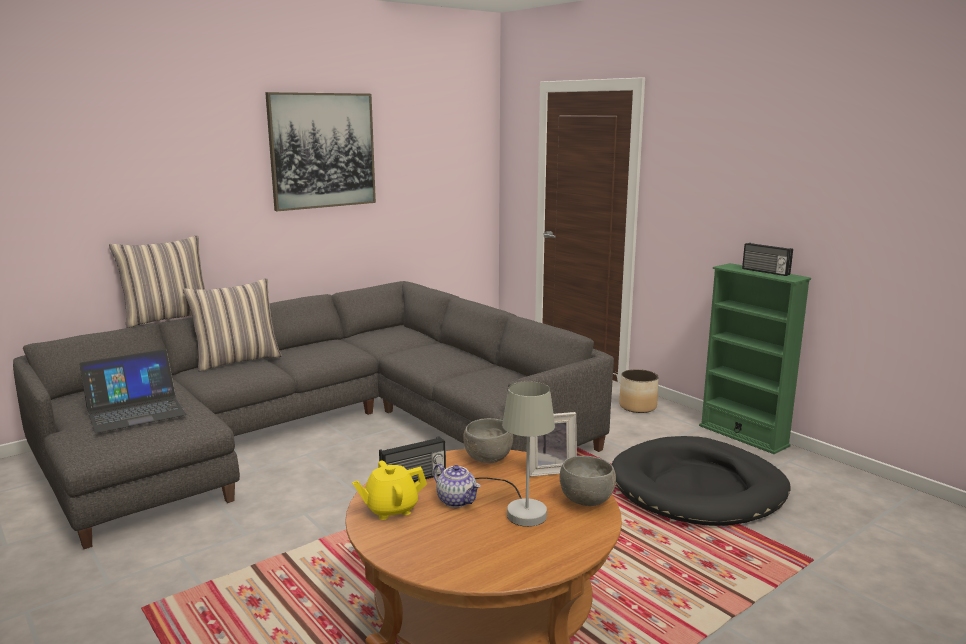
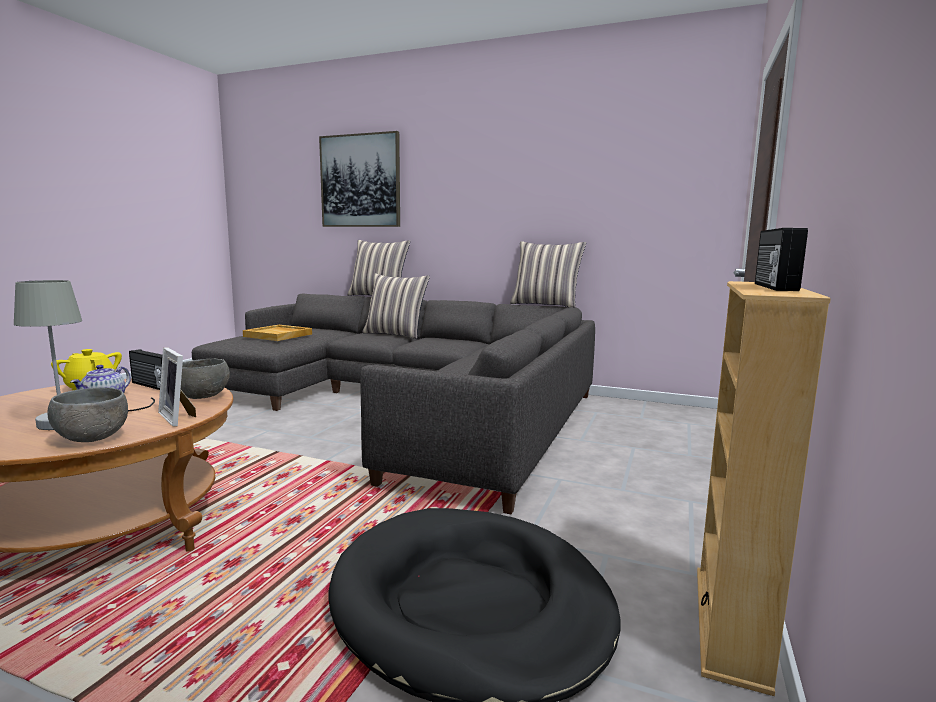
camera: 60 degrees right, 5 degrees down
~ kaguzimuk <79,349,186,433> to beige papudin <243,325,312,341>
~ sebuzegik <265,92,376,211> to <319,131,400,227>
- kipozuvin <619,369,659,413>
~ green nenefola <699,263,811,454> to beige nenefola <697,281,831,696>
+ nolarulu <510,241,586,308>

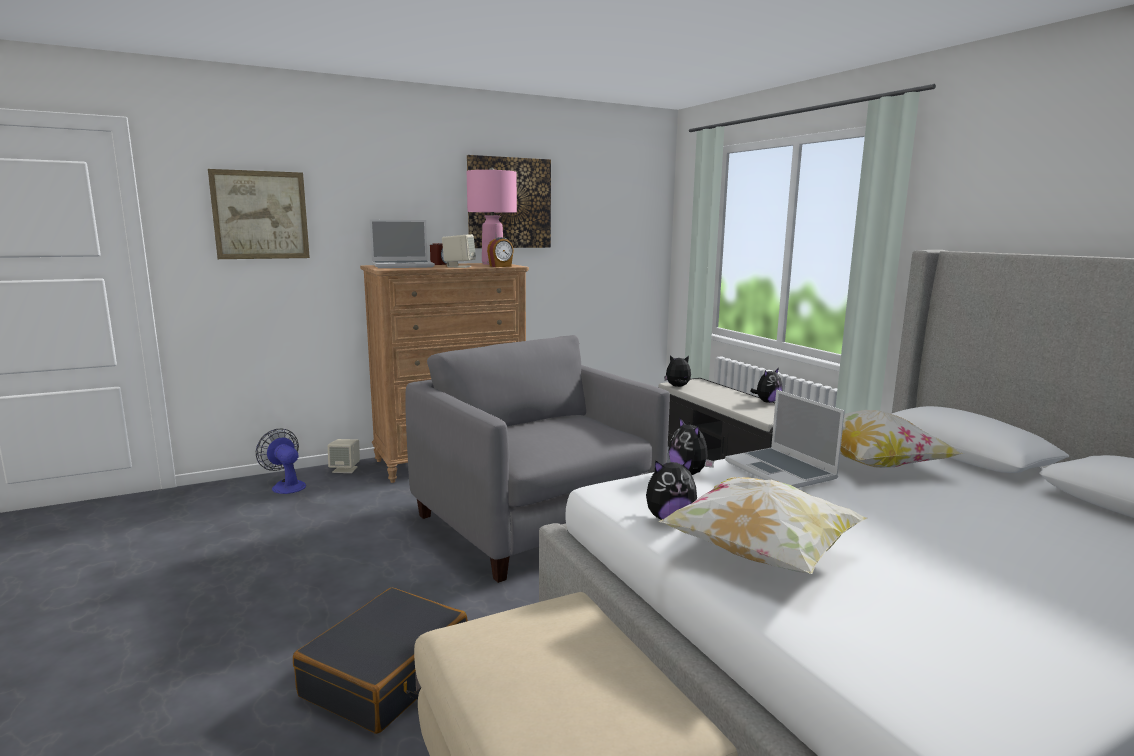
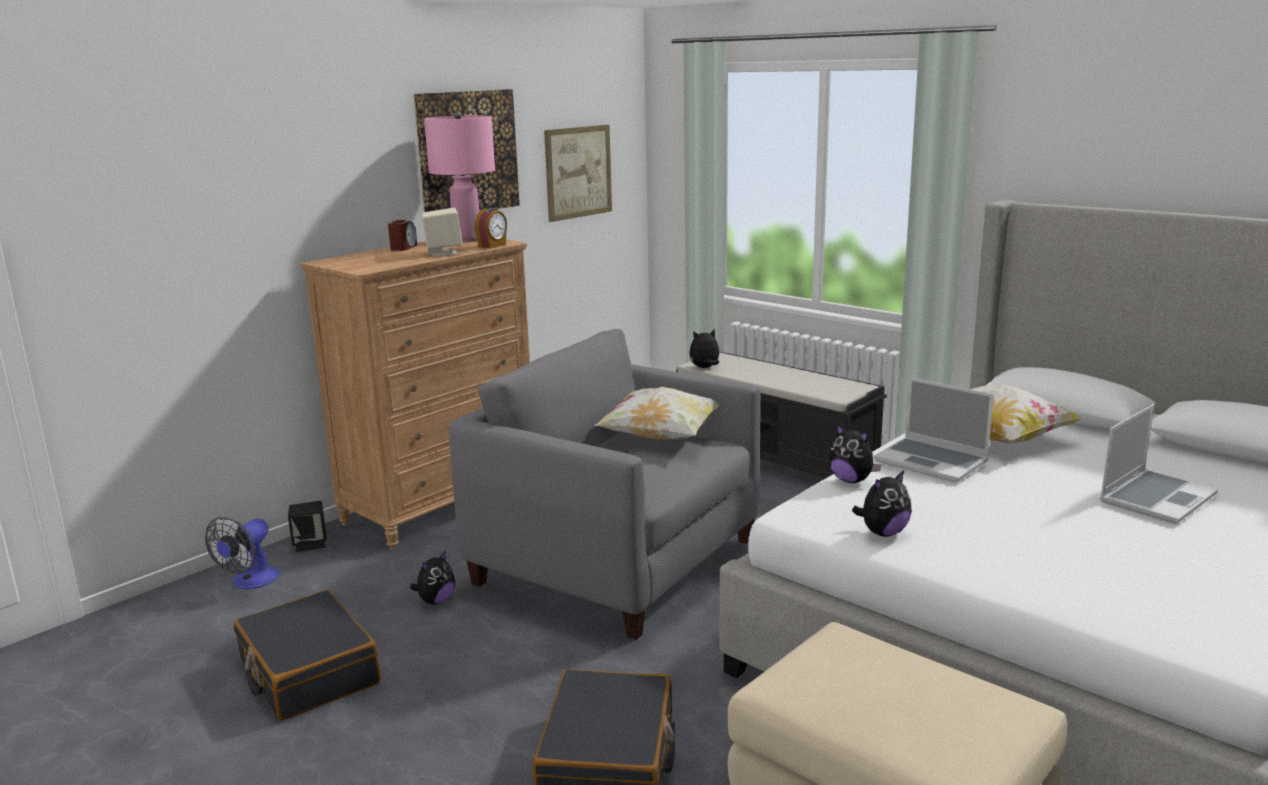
camera: 20 degrees left, 5 degrees up
~ sebuzegik <208,169,310,259> to <544,125,612,222>
~ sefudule <256,429,306,494> = <205,517,280,589> 90 degrees counterclockwise
~ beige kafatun <328,439,360,473> to black kafatun <288,501,327,552>
~ kaguzimuk <370,220,435,268> to <1100,404,1218,524>
~ nolarulu <658,477,867,574> to <595,387,719,440>
~ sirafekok <750,368,783,403> to <410,551,455,605>
+ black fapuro <234,590,380,721>

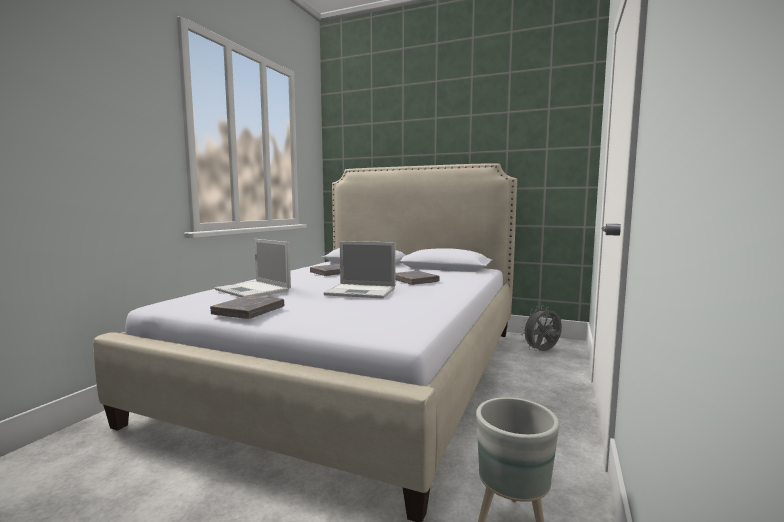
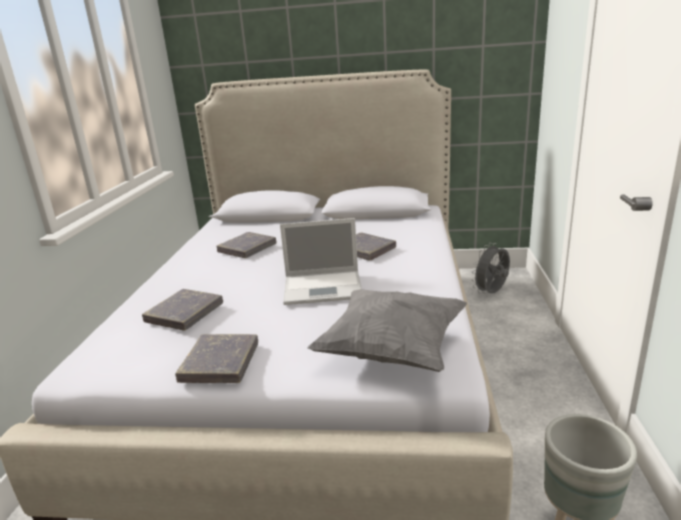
camera: 15 degrees left, 15 degrees up
~ kaguzimuk <215,239,291,297> to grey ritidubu <142,289,223,330>
+ grey nolarulu <307,289,467,372>

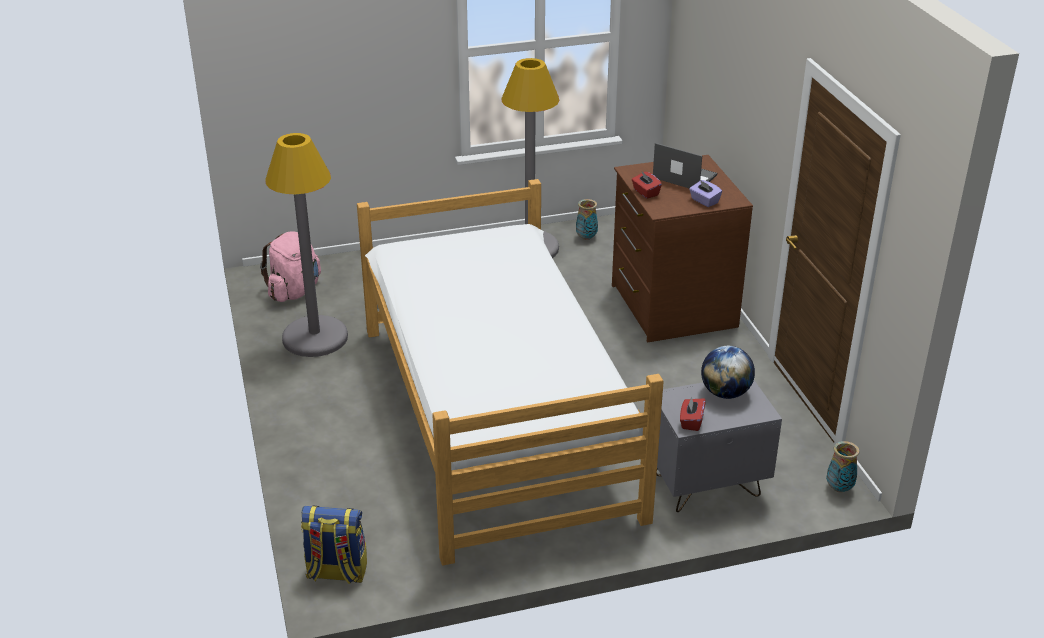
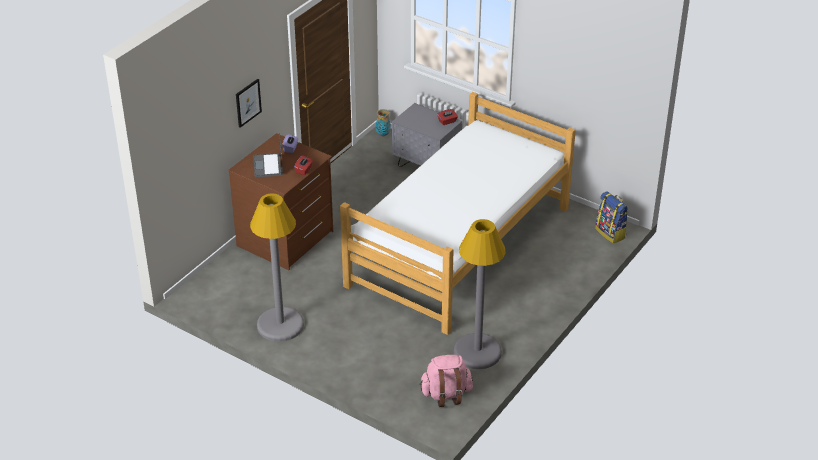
camera: 130 degrees left, 5 degrees up
- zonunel <576,199,598,240>
- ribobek <701,346,755,399>
+ sebuzegik <236,79,262,128>

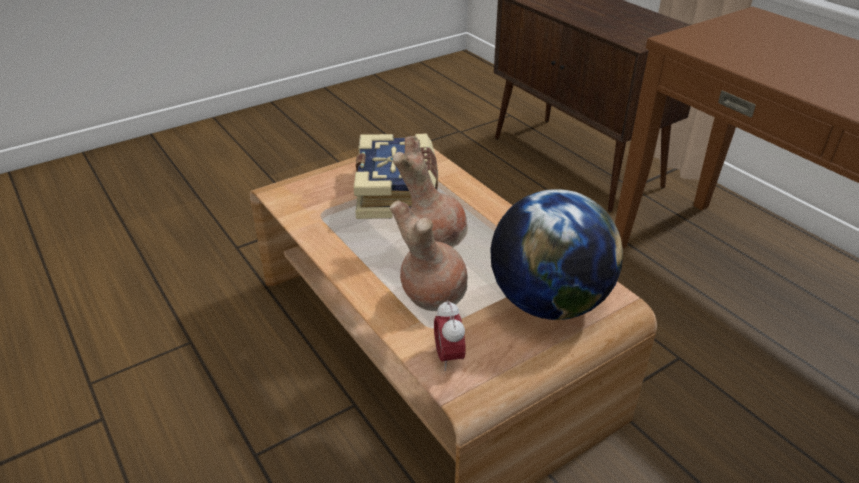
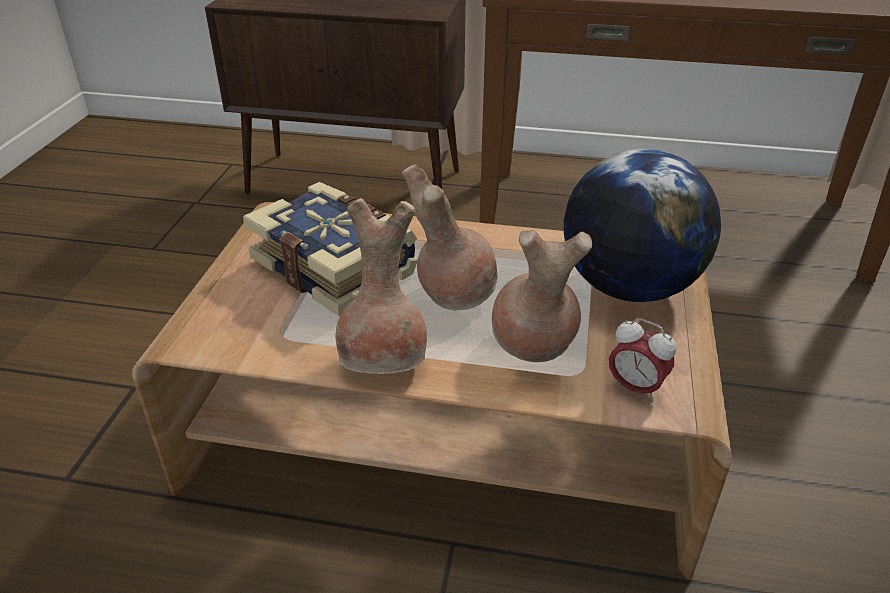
camera: 45 degrees left, 0 degrees up
+ brown zonunel <335,198,427,374>

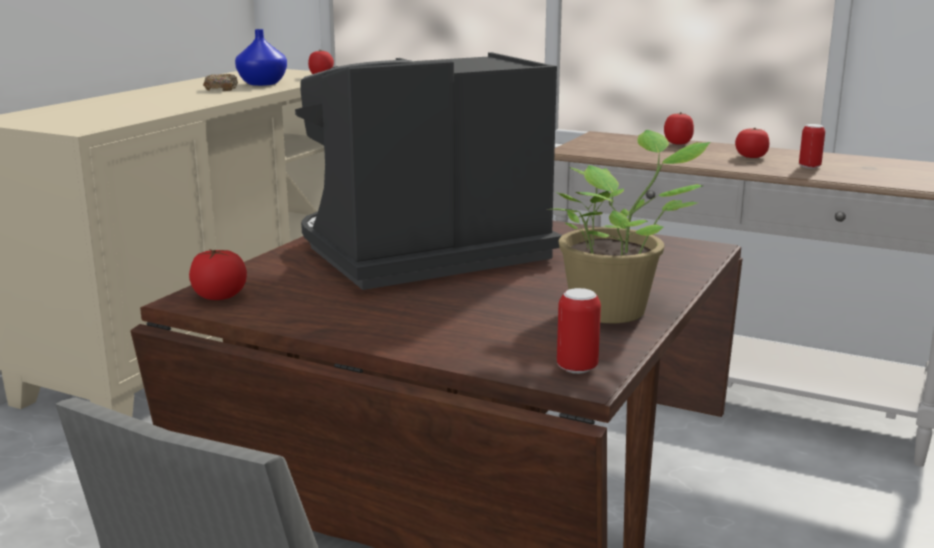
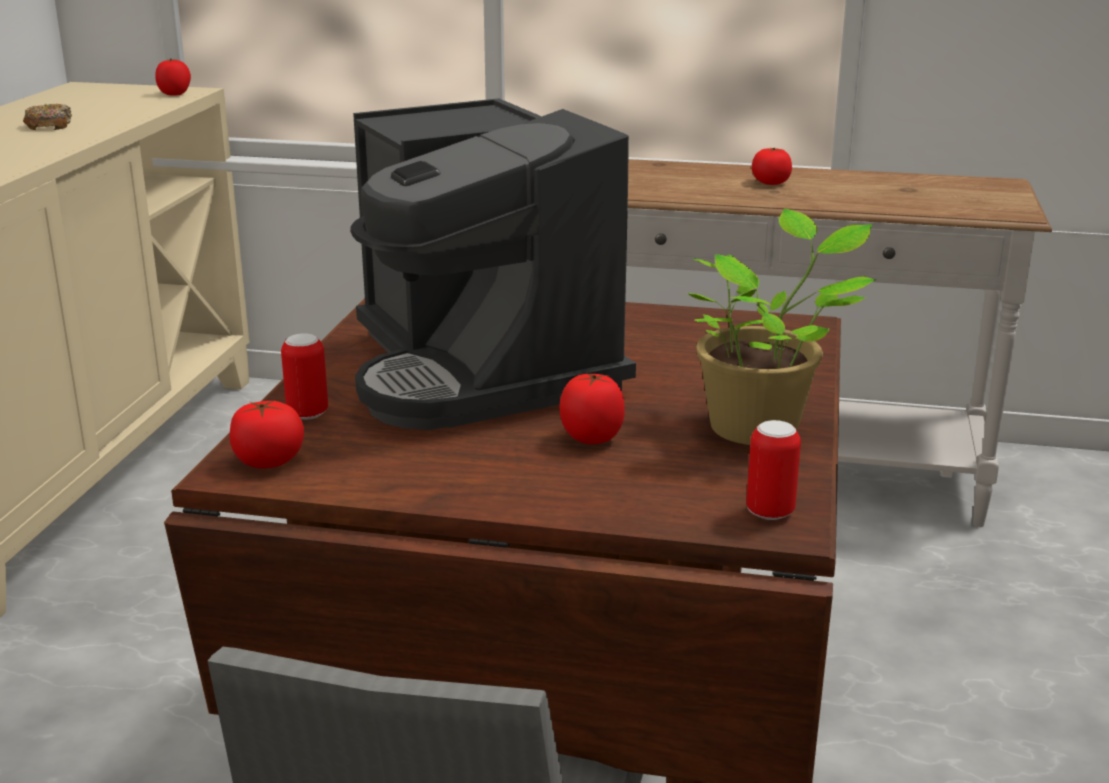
camera: 15 degrees left, 5 degrees up
- blue zonunel <235,29,287,86>
~ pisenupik <295,52,562,290> = <350,98,636,430> 75 degrees counterclockwise
~ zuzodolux <664,112,694,145> to <560,373,625,444>
~ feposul <799,124,825,169> to <281,333,328,420>

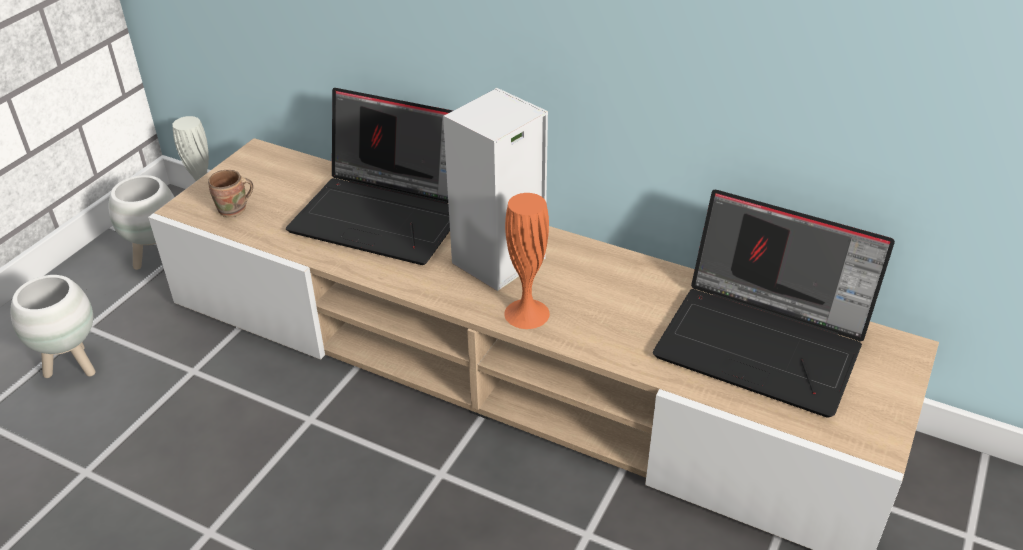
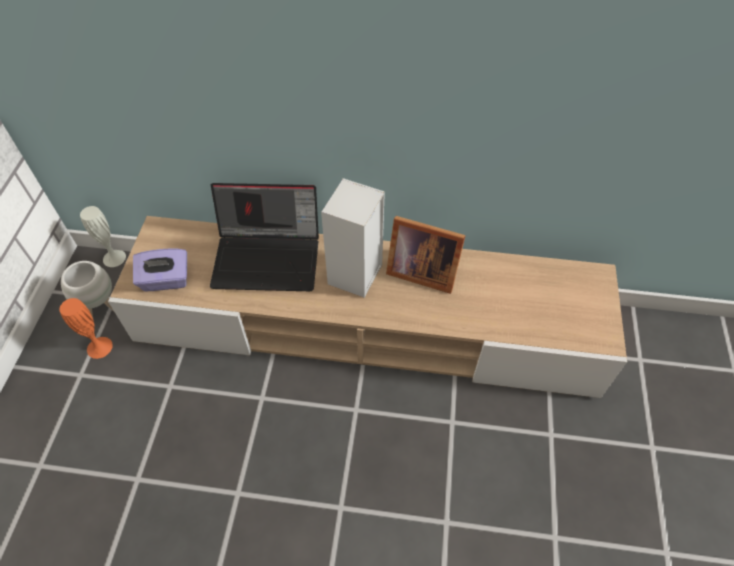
camera: 20 degrees left, 15 degrees up
- white kipozuvin <11,275,95,378>
~ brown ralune <208,170,253,217> to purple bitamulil <133,248,187,291>
~ orange zonunel <504,193,550,329> to <59,298,113,359>
- kaguzimuk <653,190,895,418>
+ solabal <386,216,465,294>

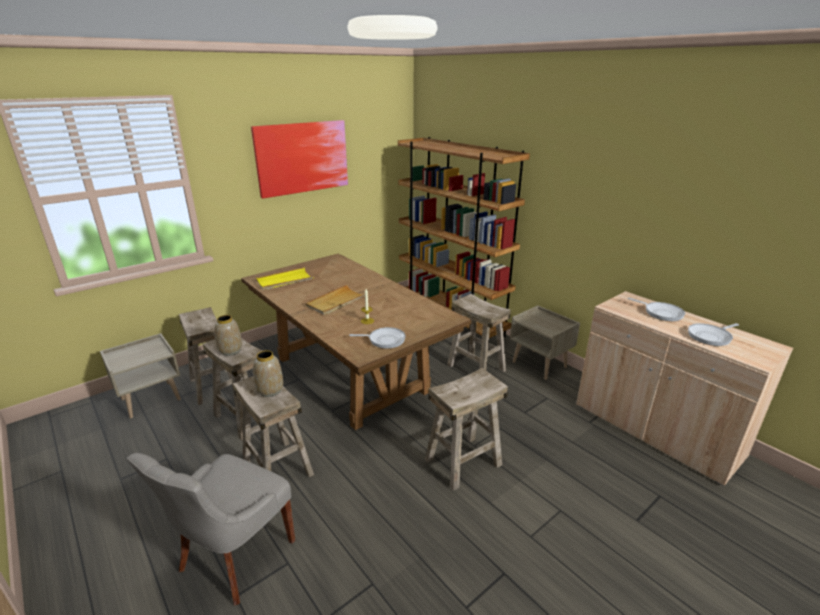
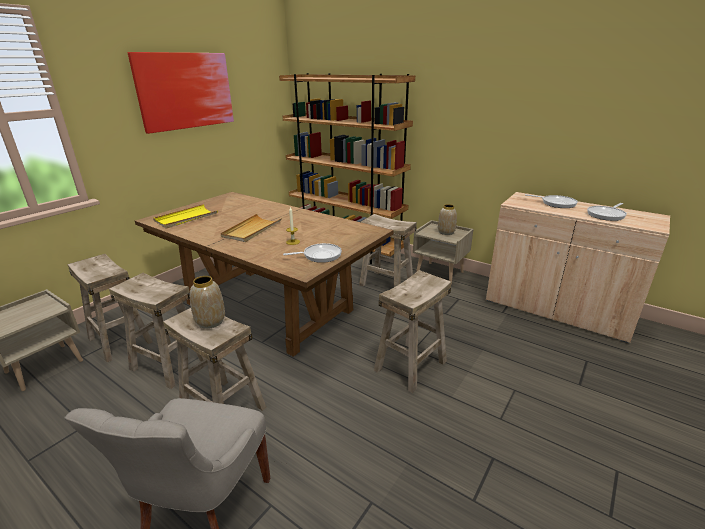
camera: 15 degrees left, 0 degrees up
~ zonunel <214,315,242,356> to <438,204,457,235>

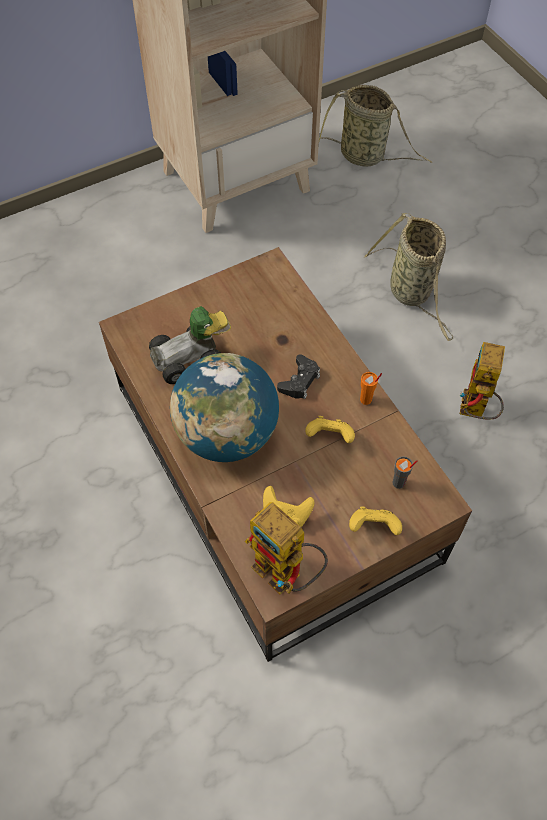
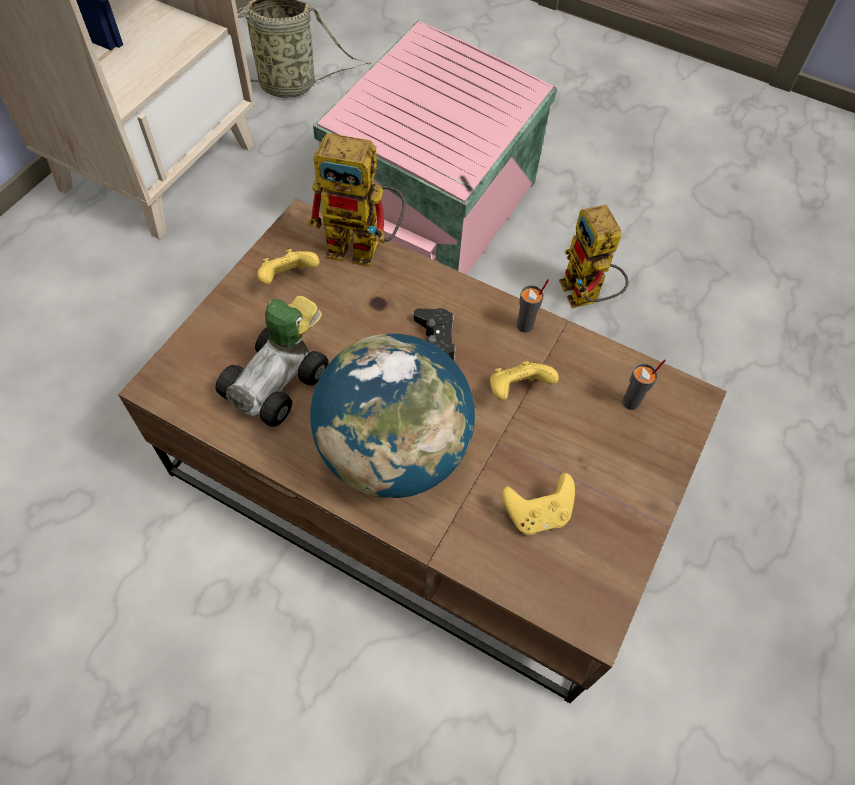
camera: 35 degrees left, 0 degrees up
~ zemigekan <245,502,328,594> to <308,133,405,267>
~ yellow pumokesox <349,506,402,535> to <257,249,319,285>
~ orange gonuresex <360,372,382,405> to grey gonuresex <517,279,549,333>
~ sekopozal <364,213,453,341> to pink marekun <313,20,557,275>

